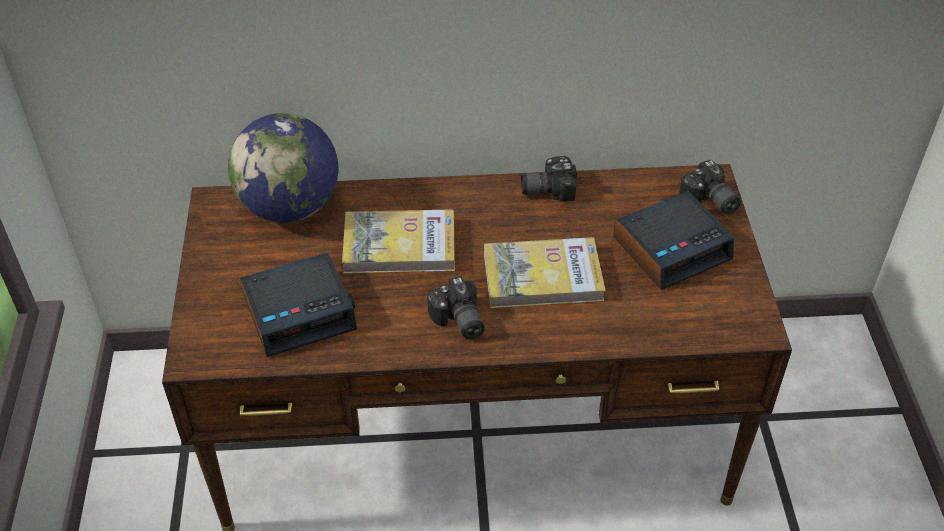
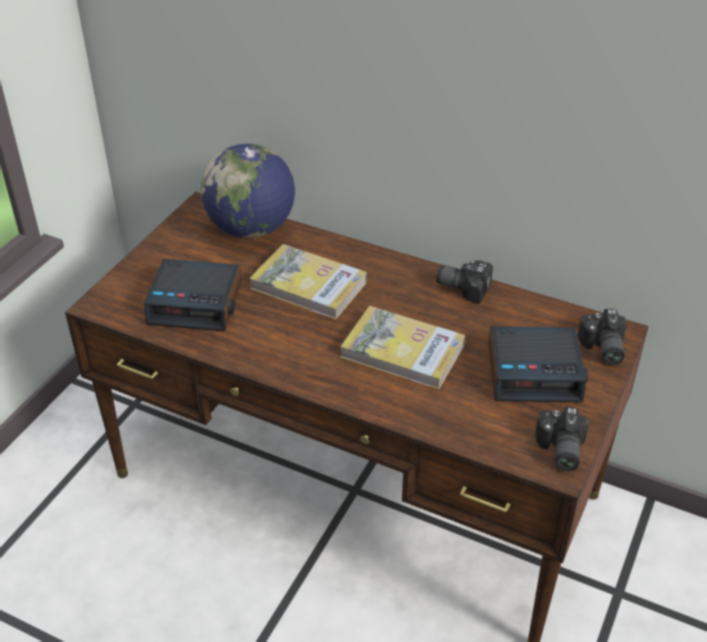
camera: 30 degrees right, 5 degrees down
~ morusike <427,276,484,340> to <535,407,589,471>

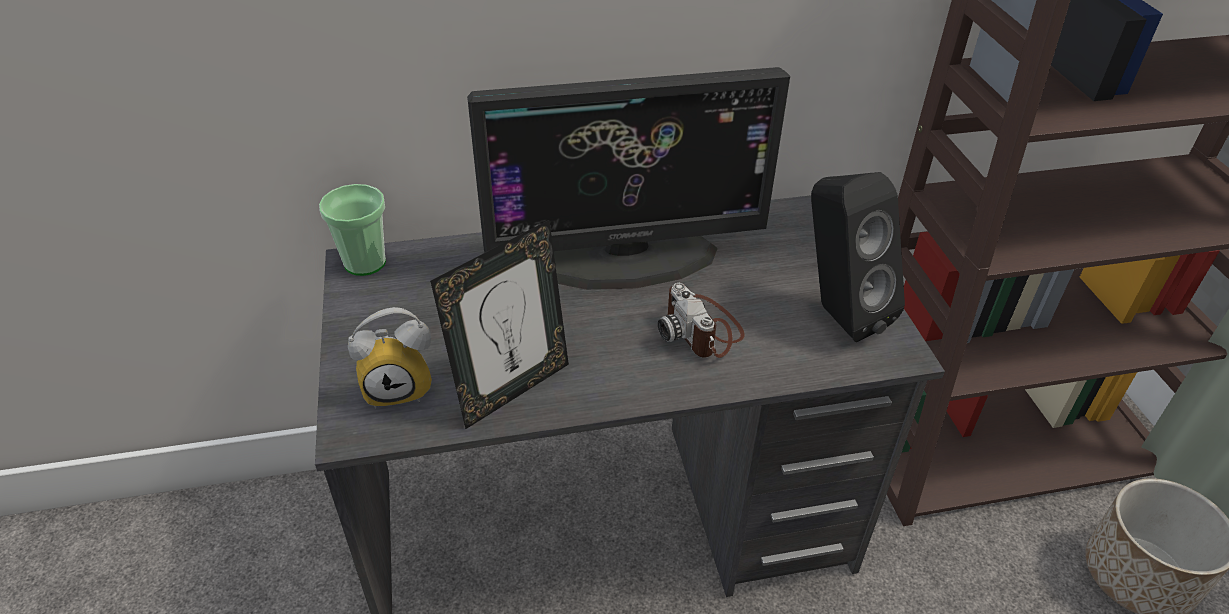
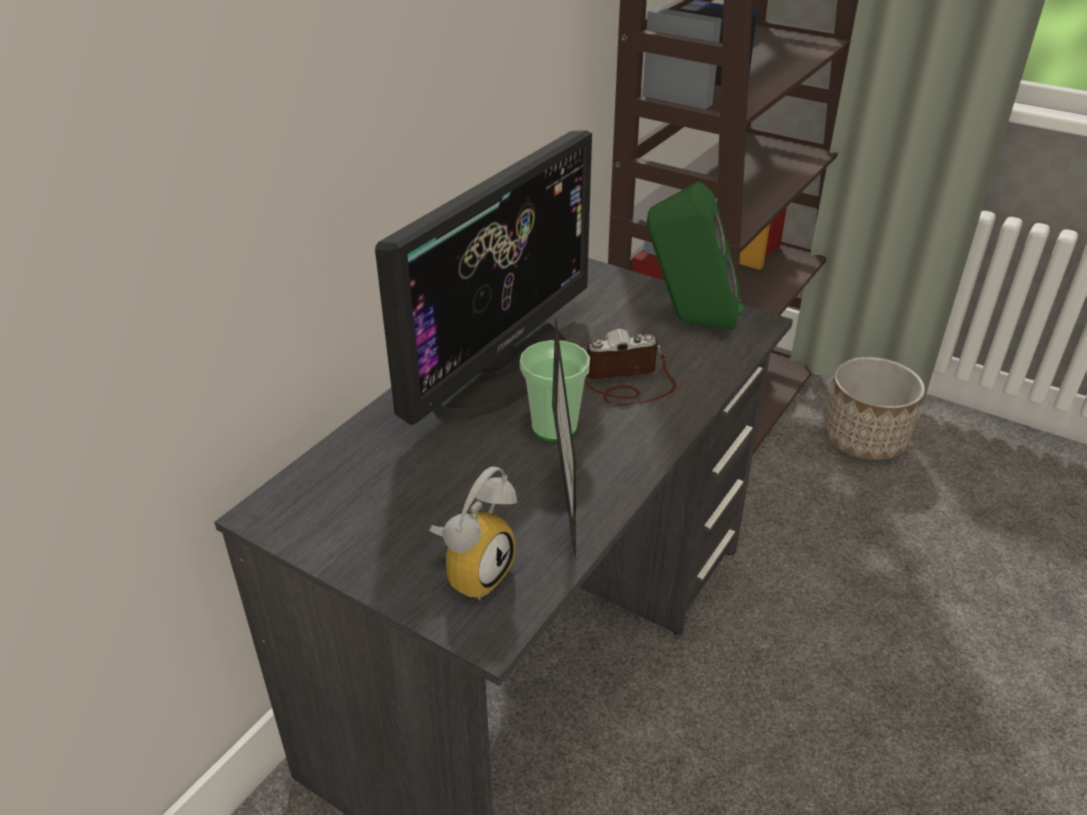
camera: 45 degrees left, 5 degrees down
~ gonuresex <319,184,386,276> to <520,340,590,441>
~ morusike <658,283,745,358> = <584,329,677,406> 150 degrees clockwise
~ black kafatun <811,172,905,342> to green kafatun <647,181,744,330>

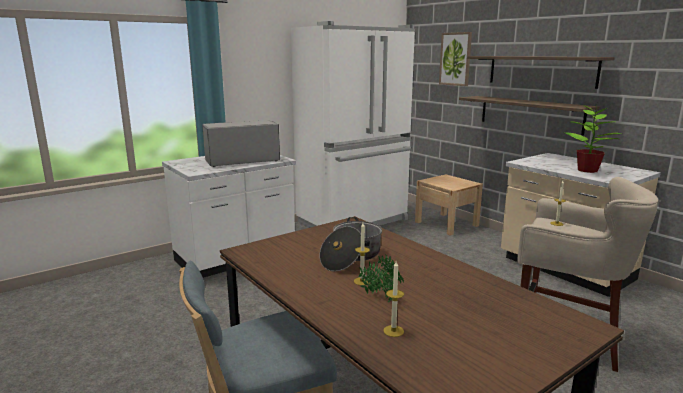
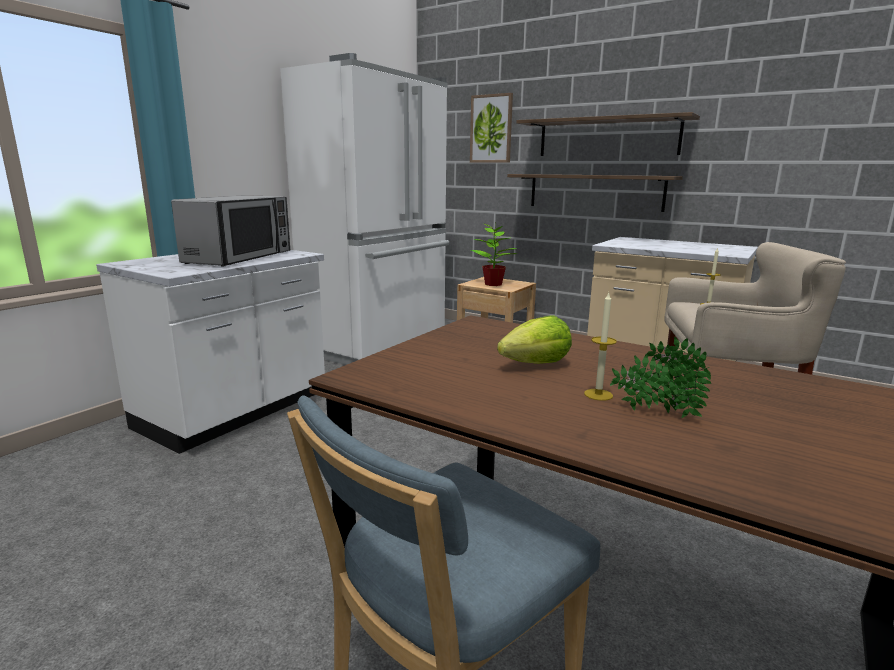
camera: 20 degrees left, 0 degrees up
~ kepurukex <202,120,280,167> = <171,195,290,267> 150 degrees clockwise
~ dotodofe <320,217,382,272> to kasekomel <497,315,572,364>
- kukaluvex <383,261,404,337>
~ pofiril <563,105,621,173> to <471,221,517,286>

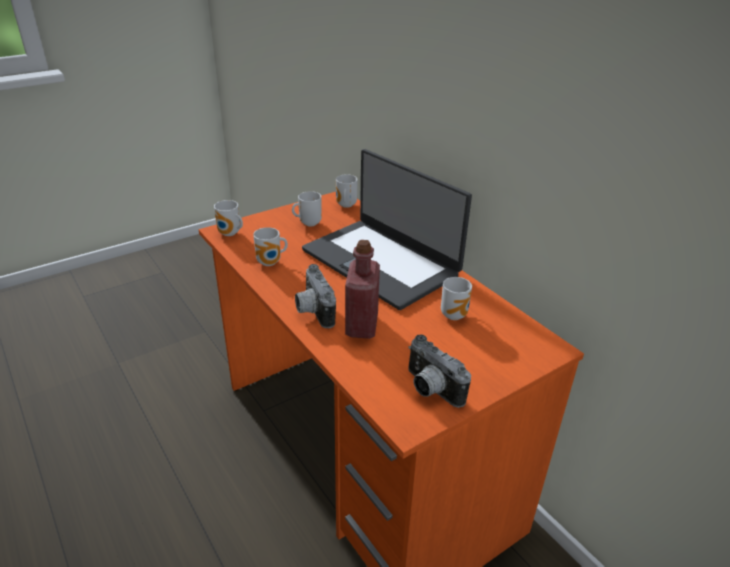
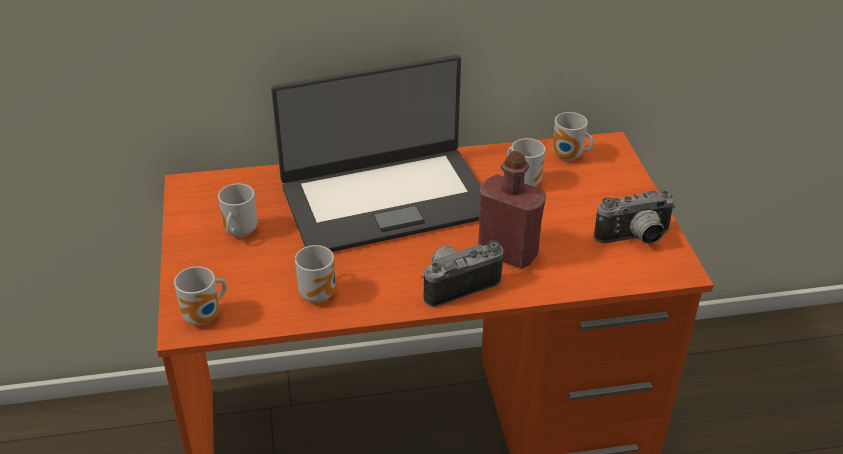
camera: 65 degrees left, 5 degrees up
~ morusike <295,264,336,328> = <421,240,504,307> 150 degrees clockwise
~ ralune <336,174,358,208> to <552,112,594,161>

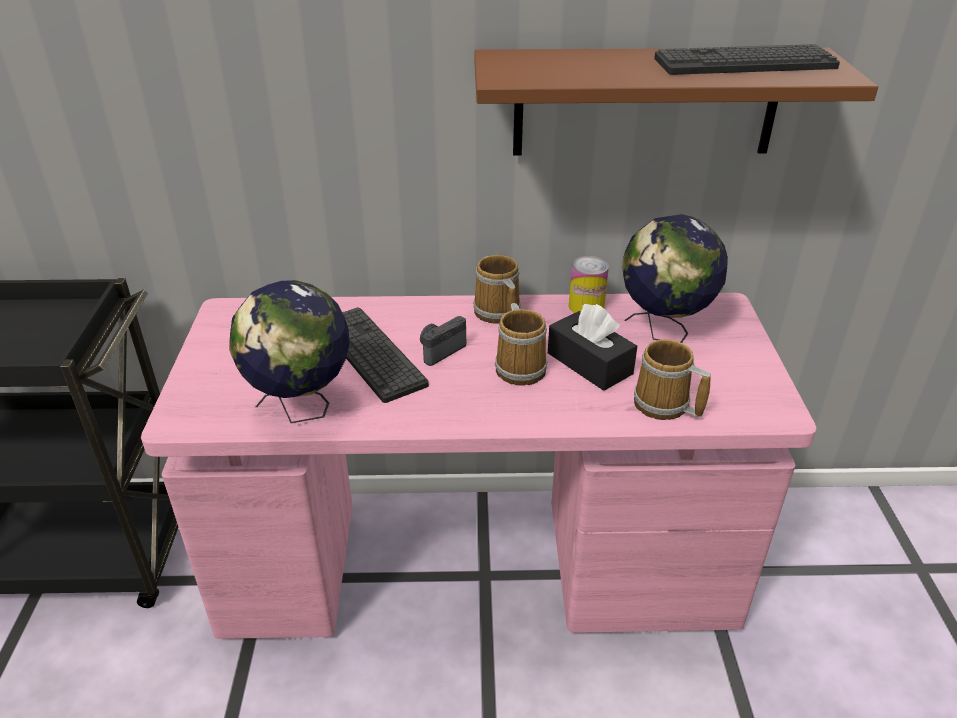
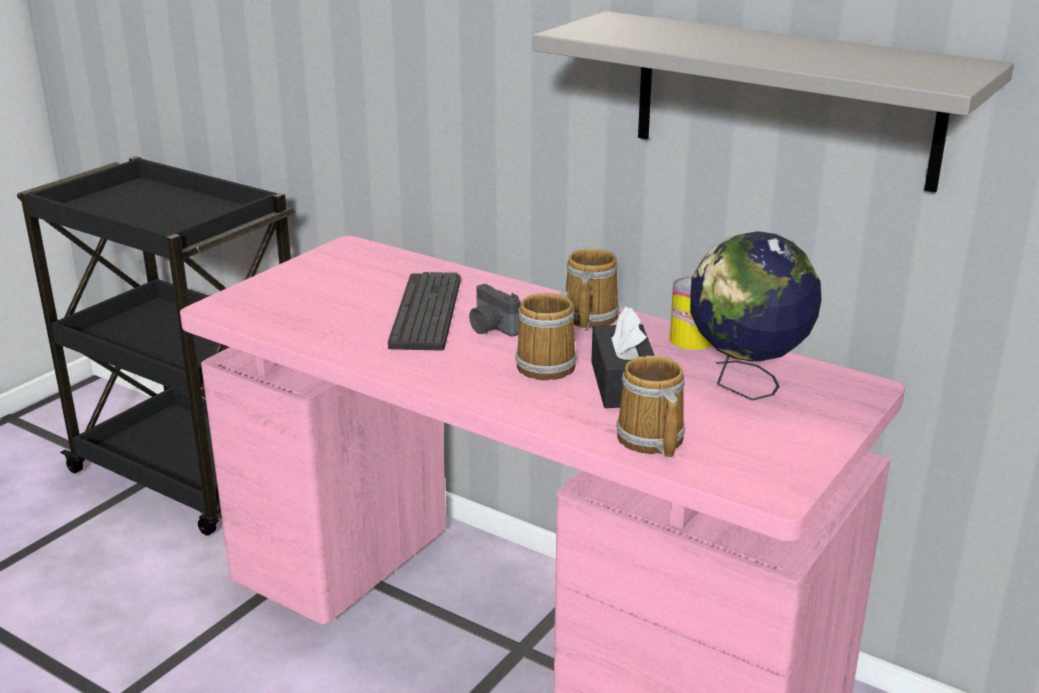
camera: 35 degrees right, 10 degrees down
- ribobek <229,280,350,423>
~ morusike <420,316,466,366> = <469,284,520,337> 120 degrees counterclockwise
~ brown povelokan <474,48,878,156> to grey povelokan <533,11,1014,193>
- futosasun <654,44,840,75>

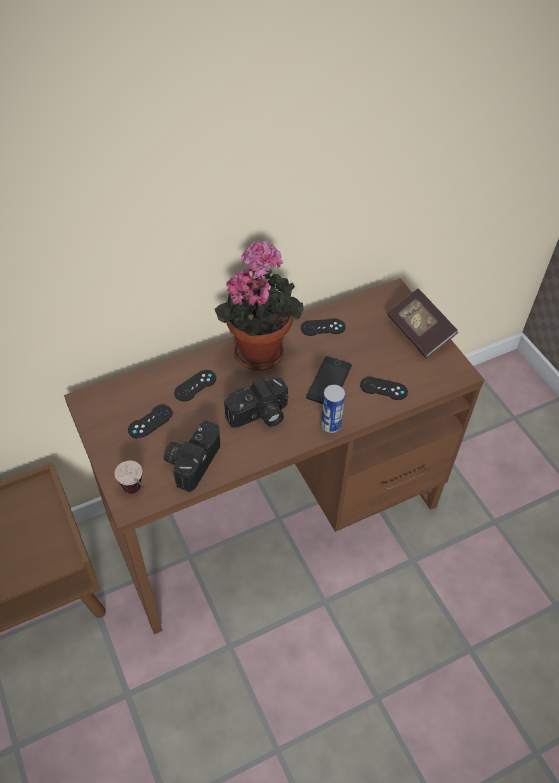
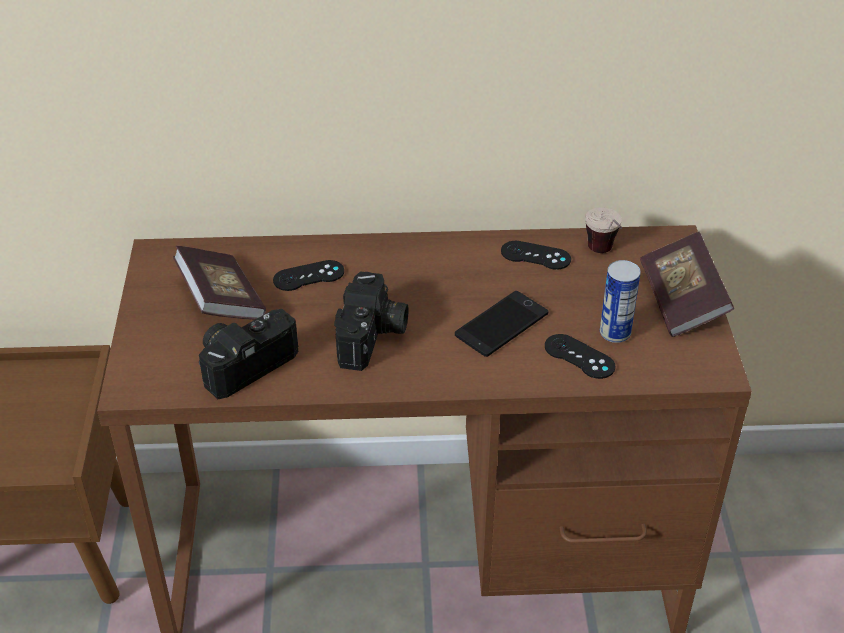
camera: 25 degrees right, 10 degrees down
~ gonuresex <114,461,145,494> to <585,208,622,253>
~ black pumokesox <128,405,173,439> to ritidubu <173,246,266,320>
- pofiril <215,241,304,371>
~ morusike <224,377,288,428> = <334,271,409,371> 75 degrees counterclockwise
~ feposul <321,385,345,433> to <600,260,641,343>

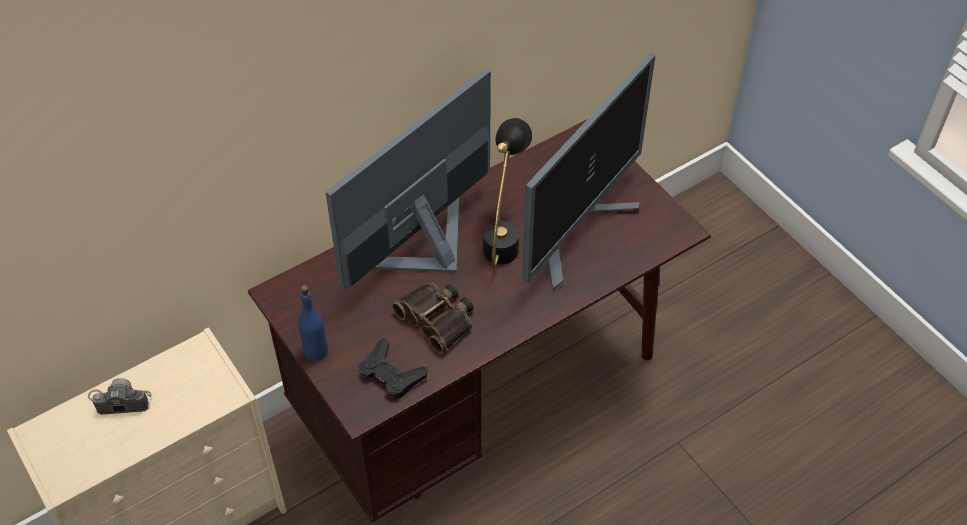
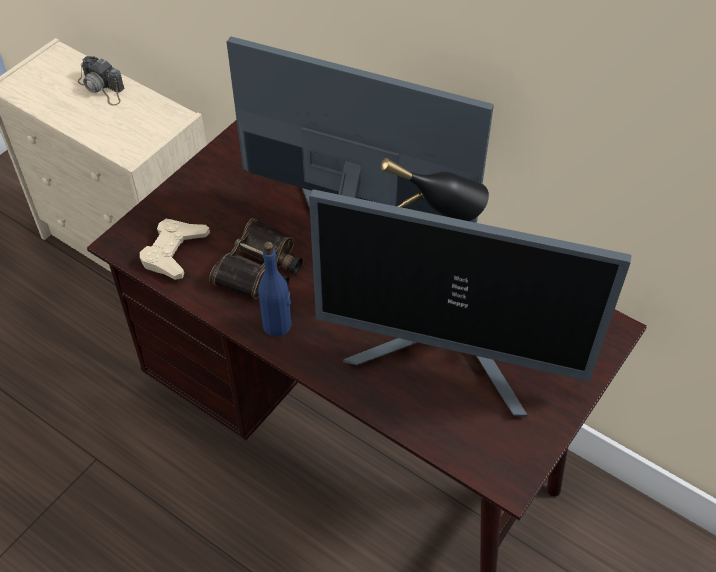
camera: 70 degrees right, 0 degrees up
~ morusike <88,378,151,415> = <78,56,125,106> 150 degrees clockwise
~ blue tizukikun <298,285,328,361> to <258,242,292,337>
~ black pumokesox <359,338,428,400> to beige pumokesox <140,219,210,280>

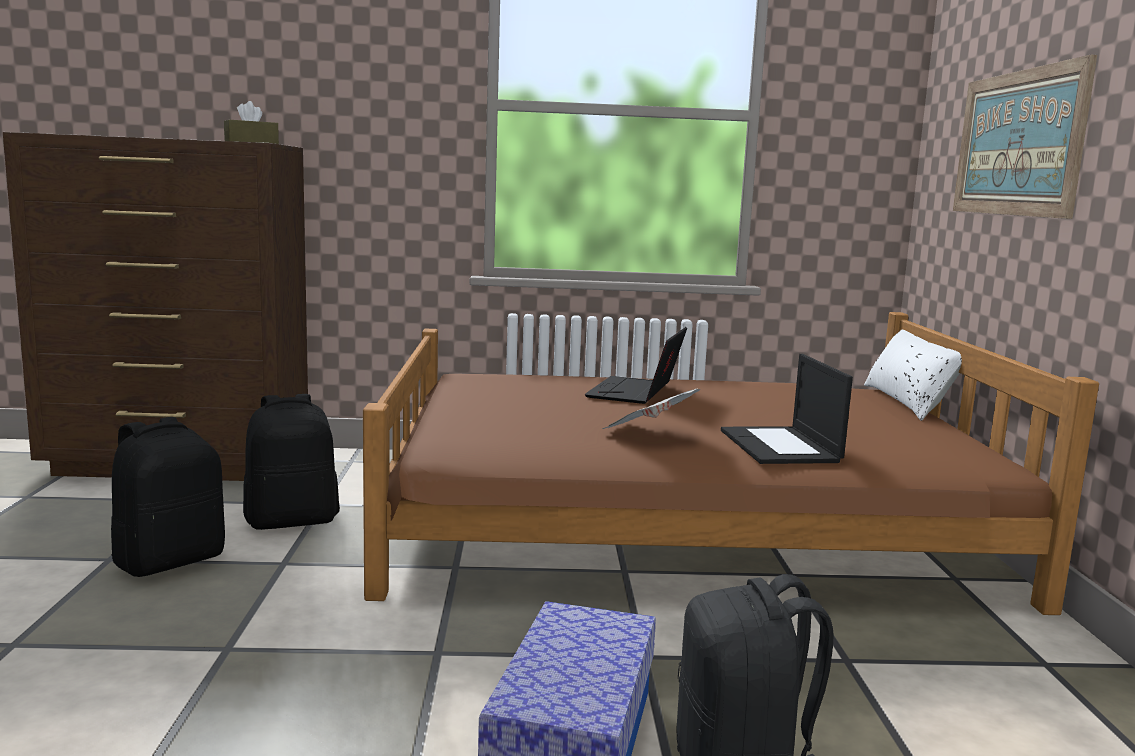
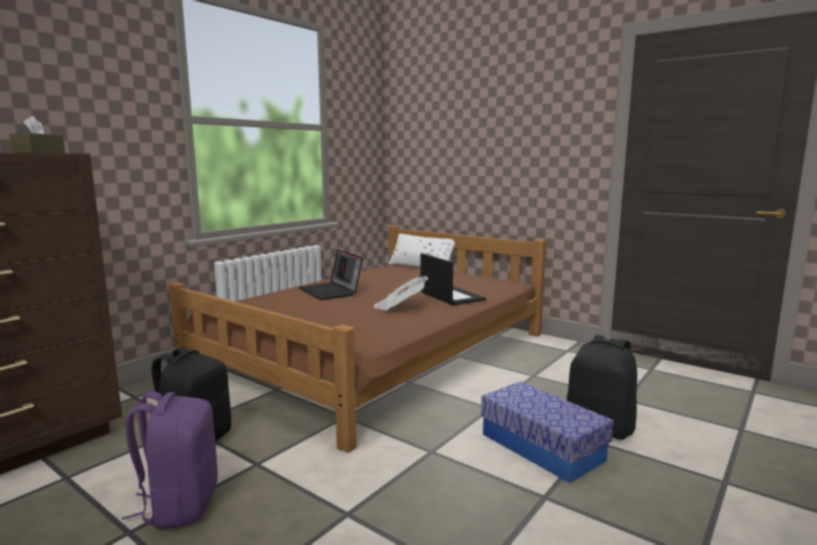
camera: 50 degrees left, 0 degrees up
~ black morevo <111,417,225,577> to purple morevo <122,391,218,529>
~ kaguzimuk <721,354,853,464> = <420,253,486,305> 150 degrees counterclockwise
- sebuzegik <953,55,1097,219>

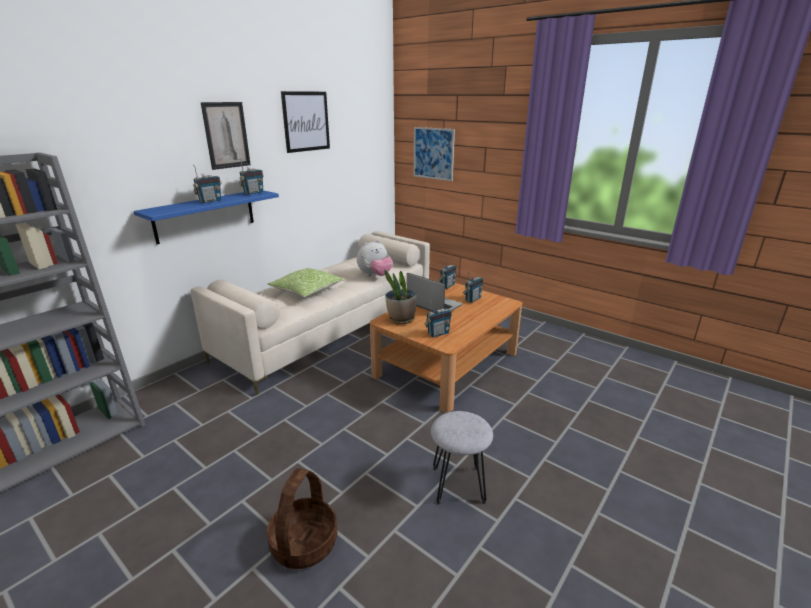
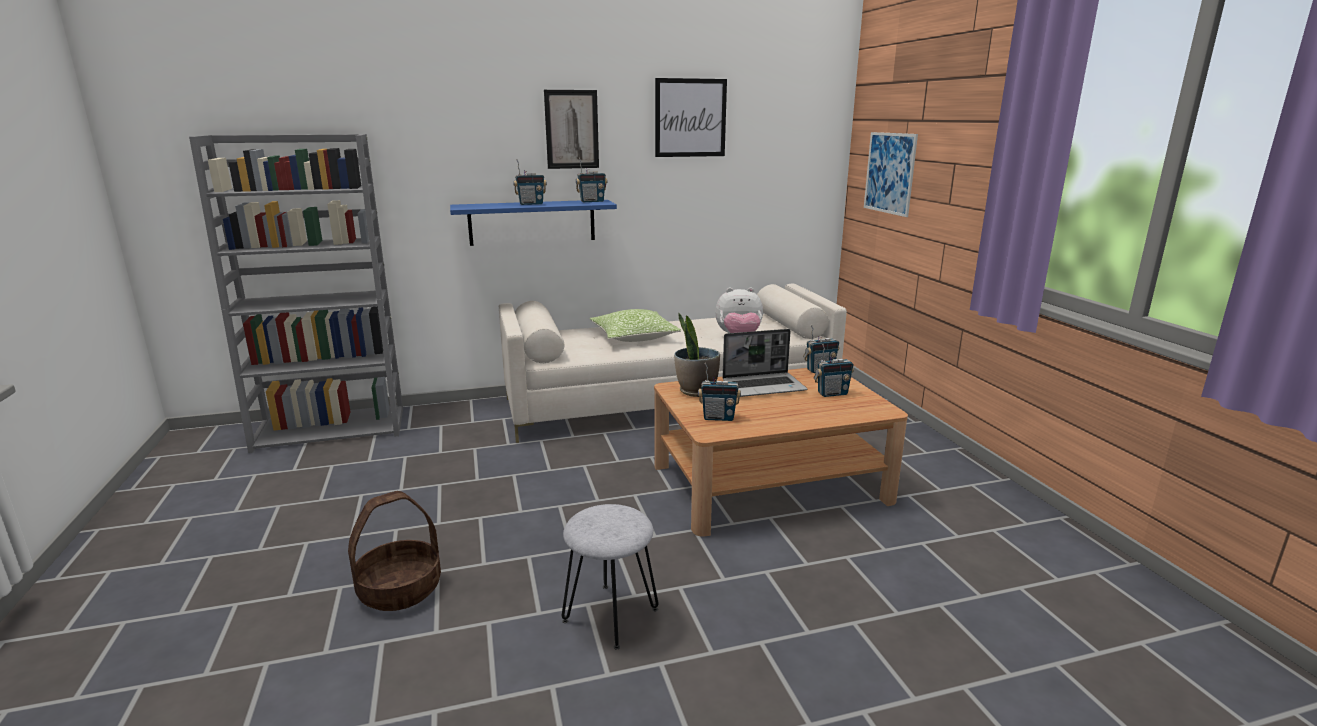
camera: 35 degrees right, 5 degrees down
~ kaguzimuk <407,273,462,312> = <722,329,807,397> 90 degrees clockwise

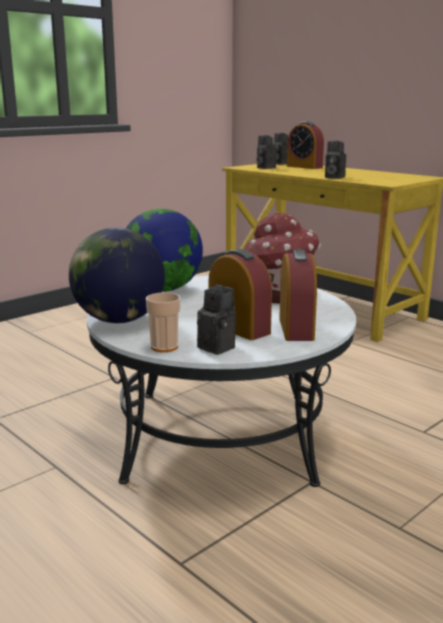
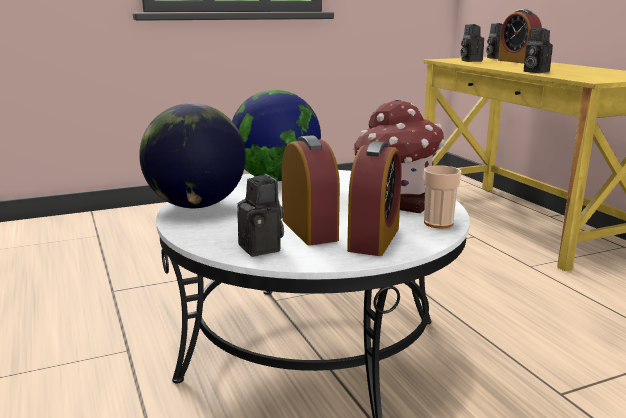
camera: 20 degrees right, 0 degrees up
~ gonuresex <146,292,180,352> to <423,165,461,229>

